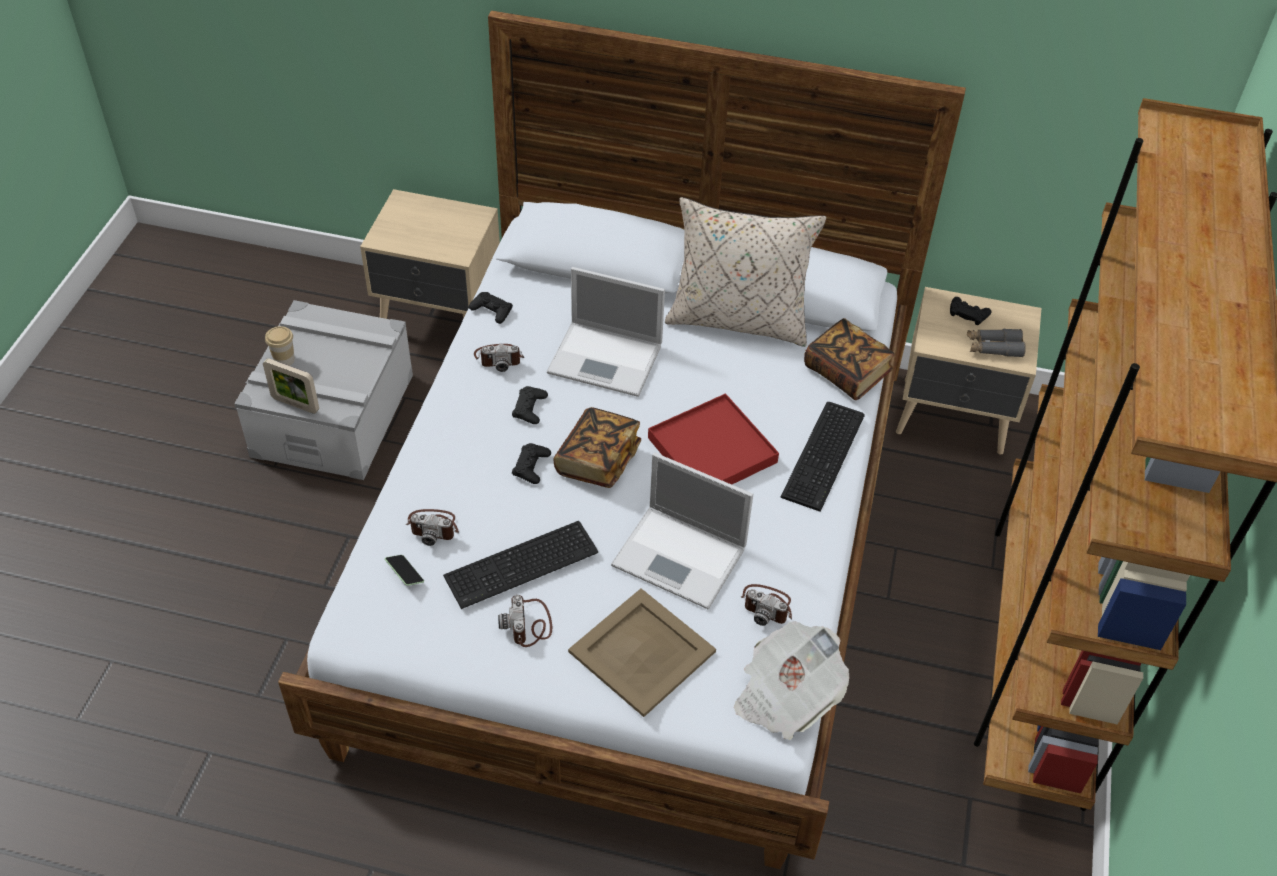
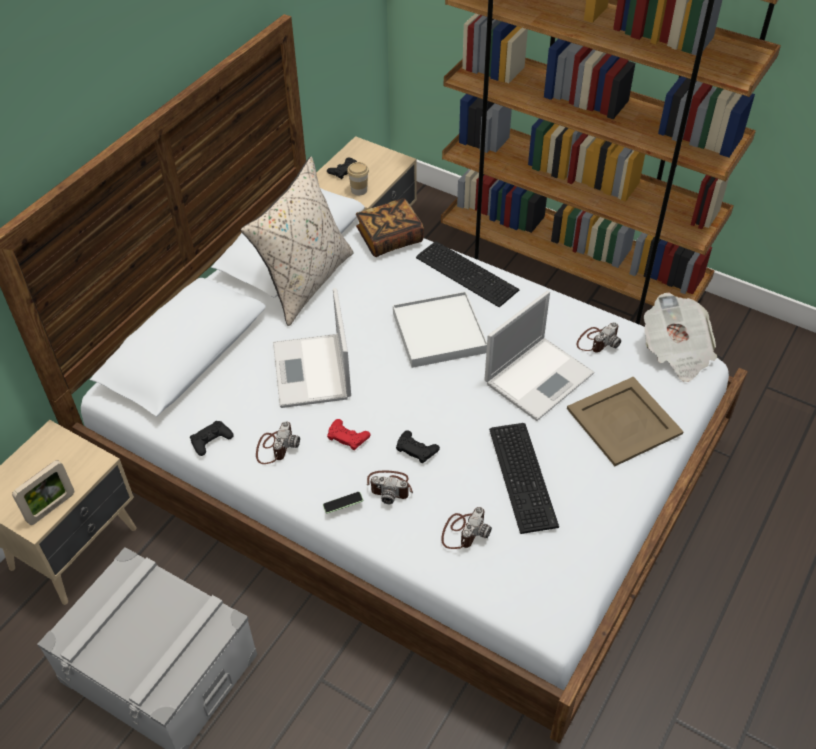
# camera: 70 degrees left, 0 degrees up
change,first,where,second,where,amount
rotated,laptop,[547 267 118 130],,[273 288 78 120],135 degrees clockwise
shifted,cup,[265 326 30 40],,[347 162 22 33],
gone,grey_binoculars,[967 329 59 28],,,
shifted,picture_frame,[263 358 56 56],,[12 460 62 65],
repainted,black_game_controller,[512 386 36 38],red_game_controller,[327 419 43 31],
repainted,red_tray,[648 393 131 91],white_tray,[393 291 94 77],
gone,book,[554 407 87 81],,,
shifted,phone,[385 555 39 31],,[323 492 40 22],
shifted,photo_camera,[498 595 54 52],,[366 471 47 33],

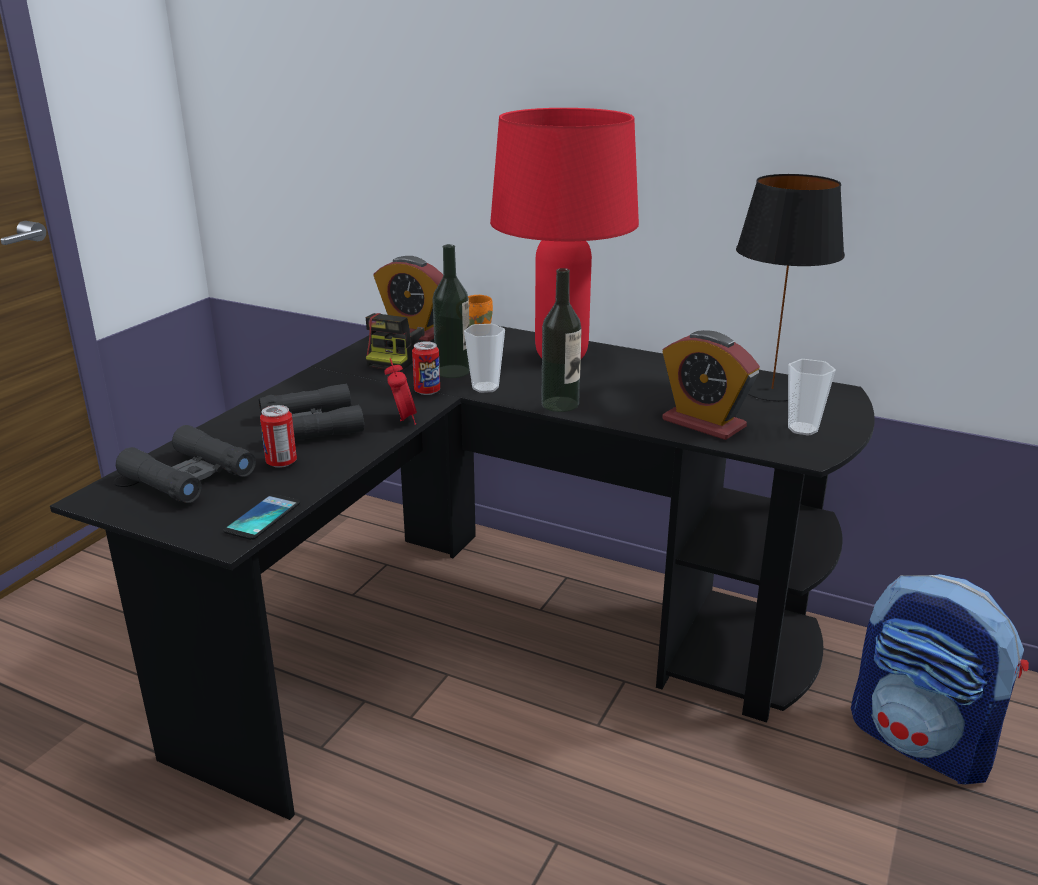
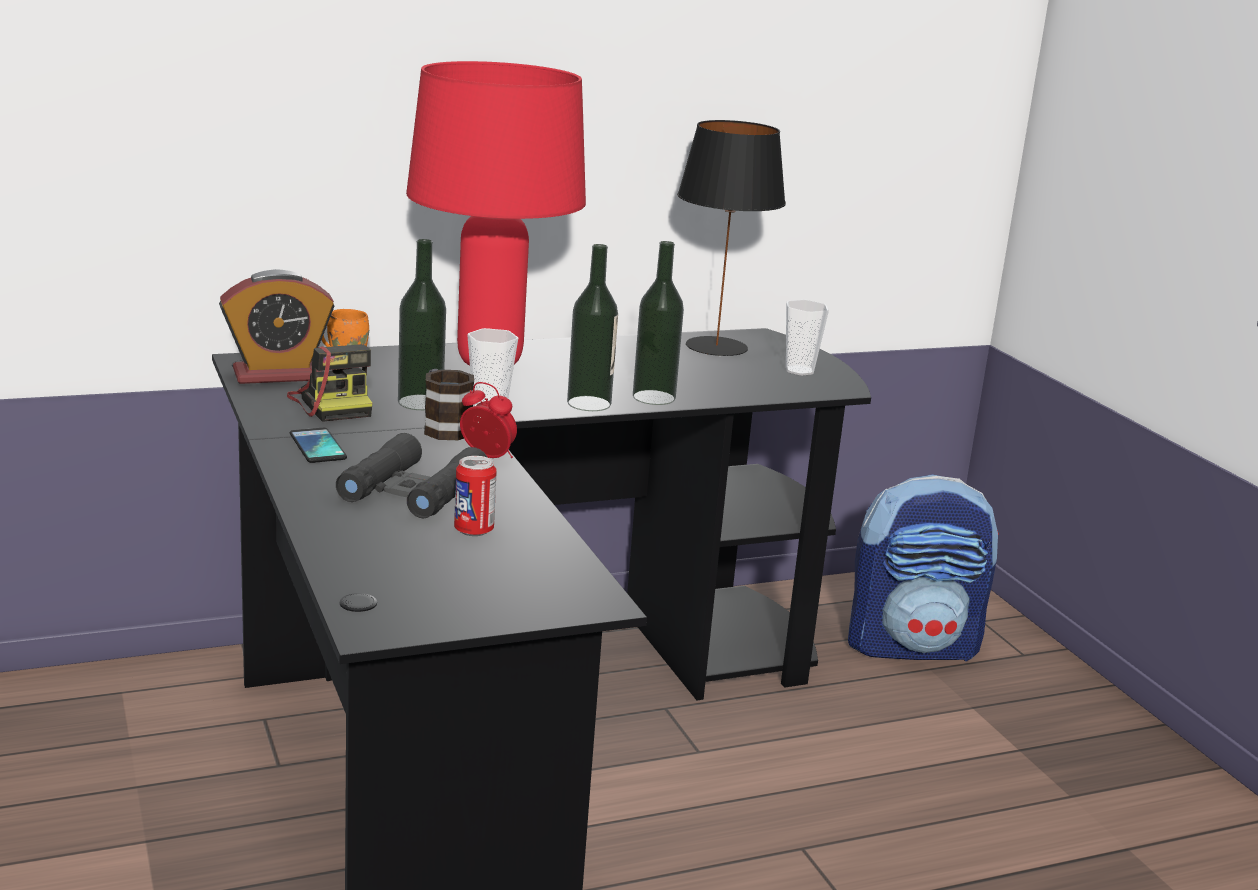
# camera: 50 degrees left, 5 degrees down
change,first,where,second,where,amount
gone,alarm_clock,[662 330 98 110],,,
swapped,can,[412 341 28 54],mug,[424 369 50 71],
gone,black_binoculars,[116 425 140 78],,,
shifted,phone,[223 494 77 46],,[290 428 57 35],
new,,,bottle,[633 241 51 164],

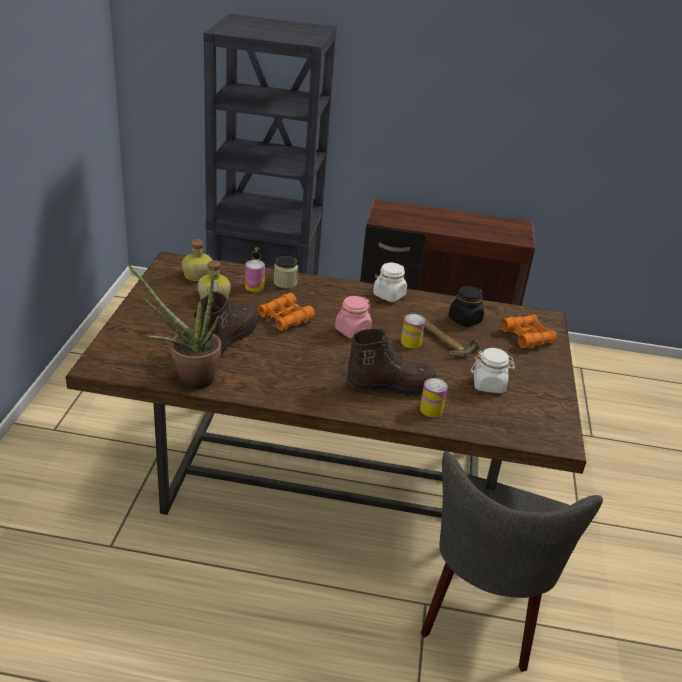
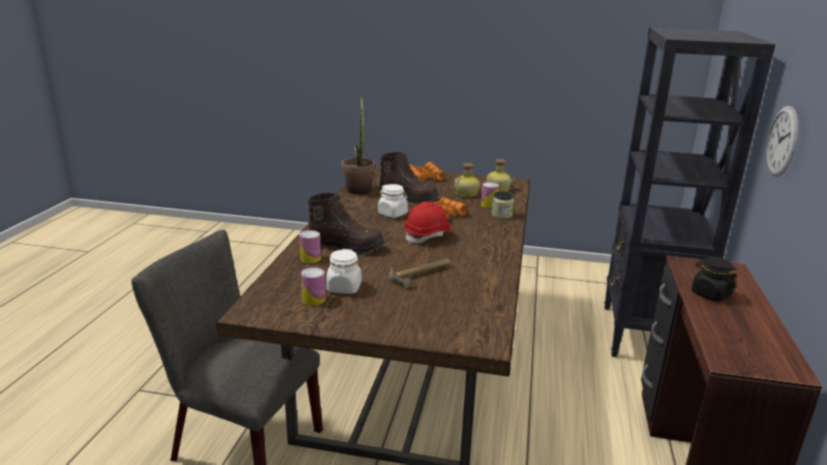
# camera: 95 degrees right, 10 degrees down
change,first,where,second,where,amount
shifted,white_jar,[373 263 34 39],,[378 184 30 34],
shifted,black_jar,[448 286 36 41],,[692 257 45 45],
swapped,pink_jar,[335 296 37 42],red_hard_hat,[404 202 49 42],
shifted,can,[401 314 24 34],,[301 267 25 39],
shifted,orange_binoculars,[500 314 57 34],,[409 162 36 19],
rotated,brown_boot,[346 329 91 68],,[308 193 76 61],75 degrees counterclockwise
new,,,wall_clock,[766 106 32 71],

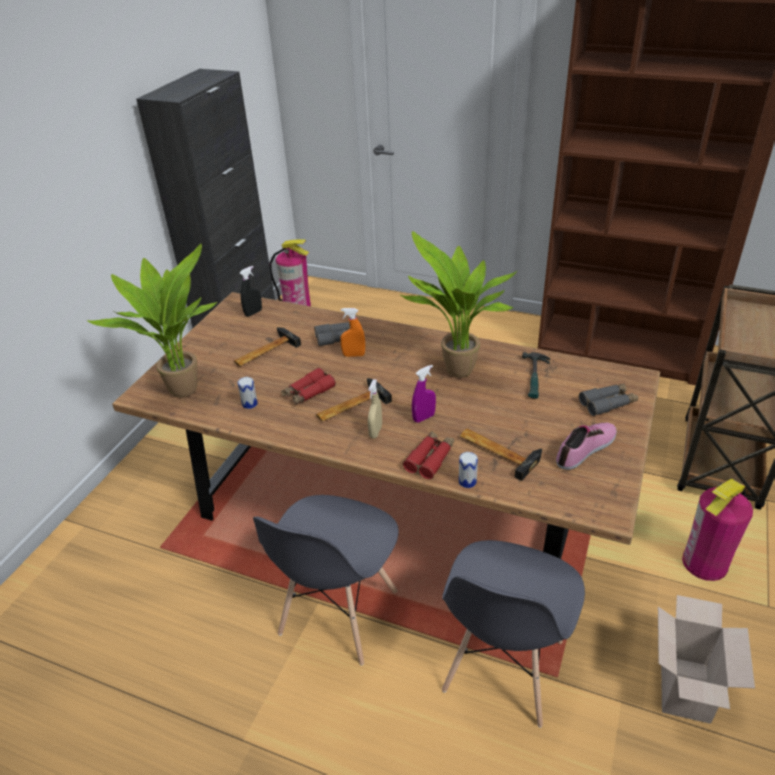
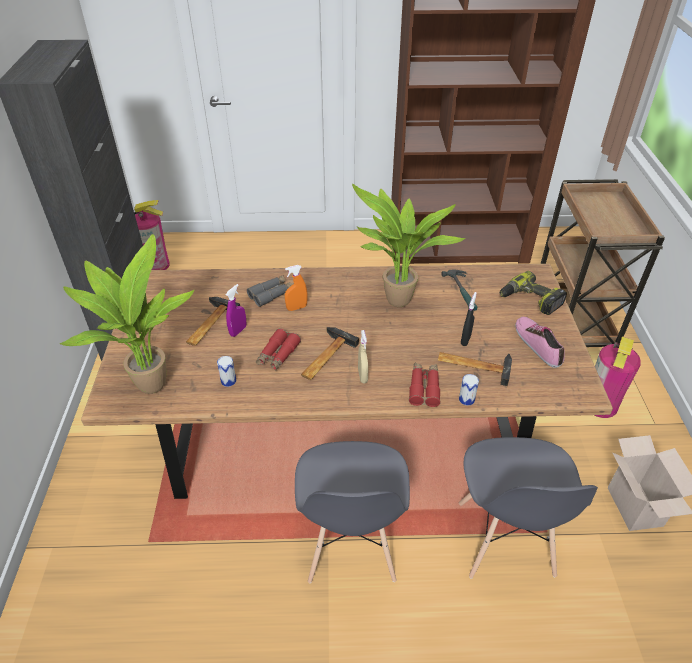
# camera: 25 degrees left, 5 degrees up
change,first,where,second,where,amount
shifted,black_spray_bottle,[239 266 23 51],,[461 292 16 54],
shifted,purple_spray_bottle,[412 365 24 58],,[226 284 20 53],
swapped,grey_binoculars,[579 383 59 33],power_drill,[500 271 67 44],
rotated,shoe,[556 423 61 47],,[515 317 50 51],45 degrees counterclockwise

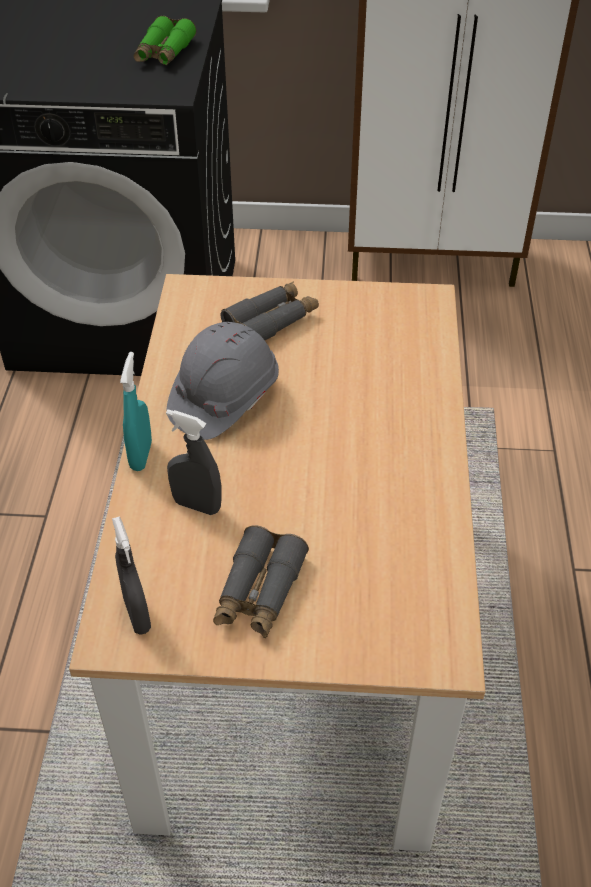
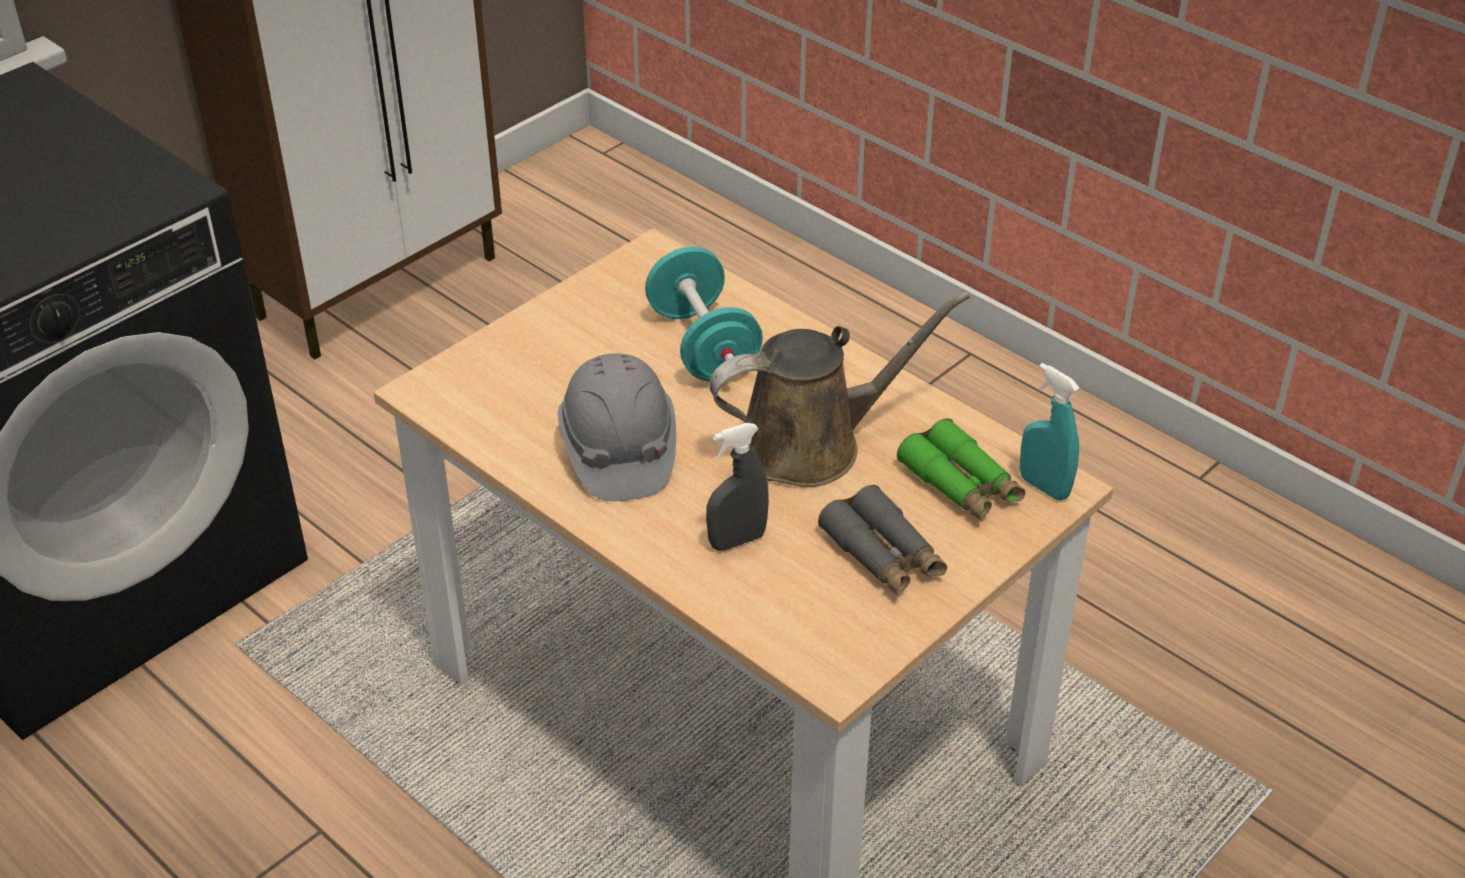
# camera: 50 degrees left, 5 degrees down
change,first,where,second,where,amount
shifted,green_binoculars,[134 15 63 50],,[897 418 129 103],
gone,grey_binoculars,[221 281 98 59],,,
shifted,turquoise_spray_bottle,[120 352 32 119],,[1020 363 60 137],
gone,grey_spray_bottle,[112 516 39 119],,,
new,,,turquoise_dumbbell,[645 247 118 134],
new,,,brown_watering_can,[709 292 261 195],

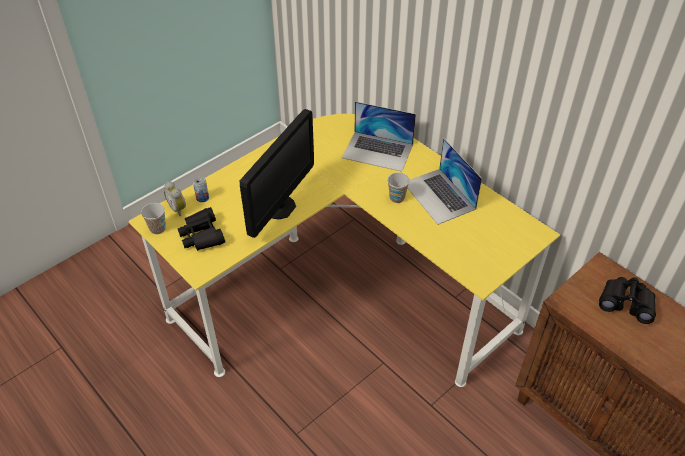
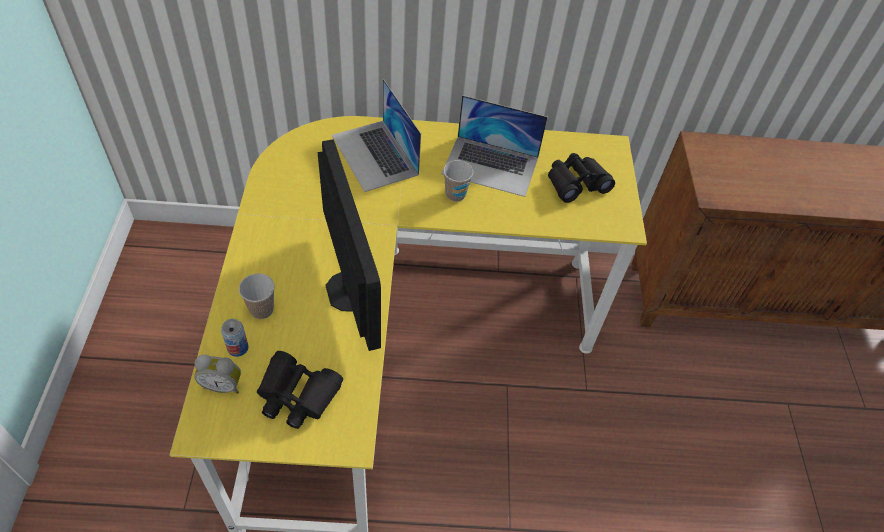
# camera: 50 degrees left, 5 degrees up
change,first,where,second,where,amount
rotated,laptop,[342 102 74 70],,[332 79 89 113],90 degrees clockwise
shifted,cup,[141 203 25 31],,[239 273 36 46],
shifted,black_binoculars,[599 277 57 47],,[548 153 67 50],

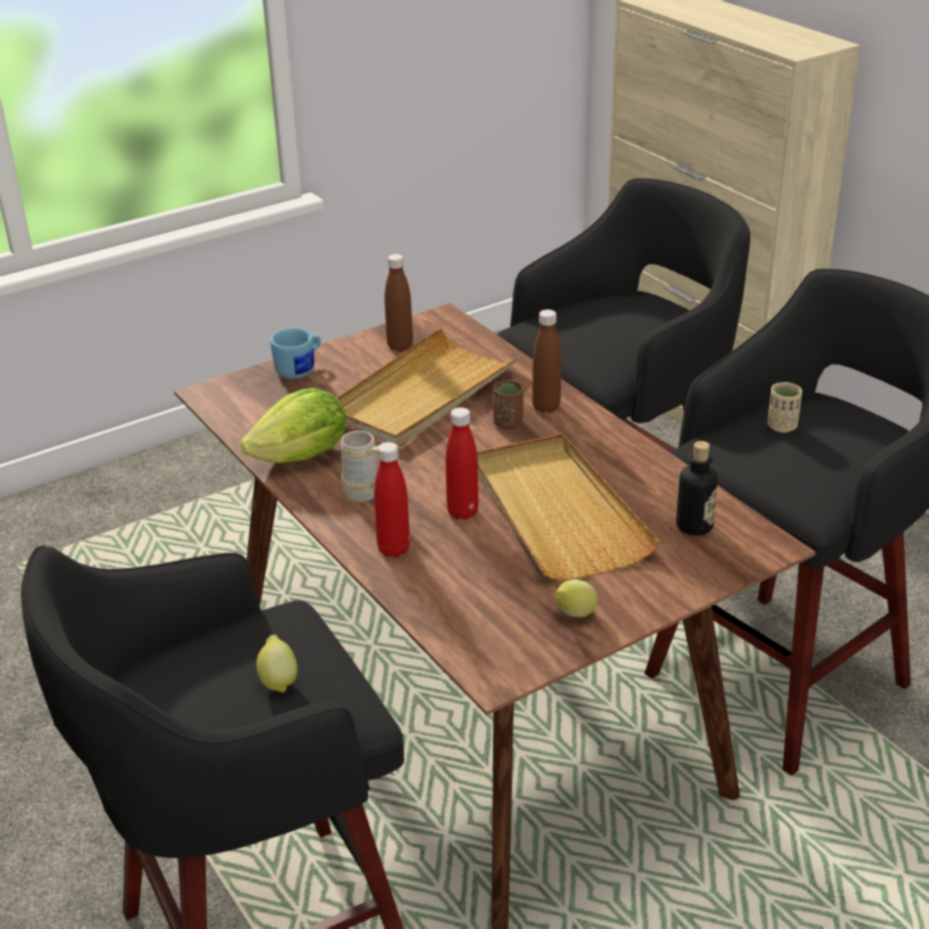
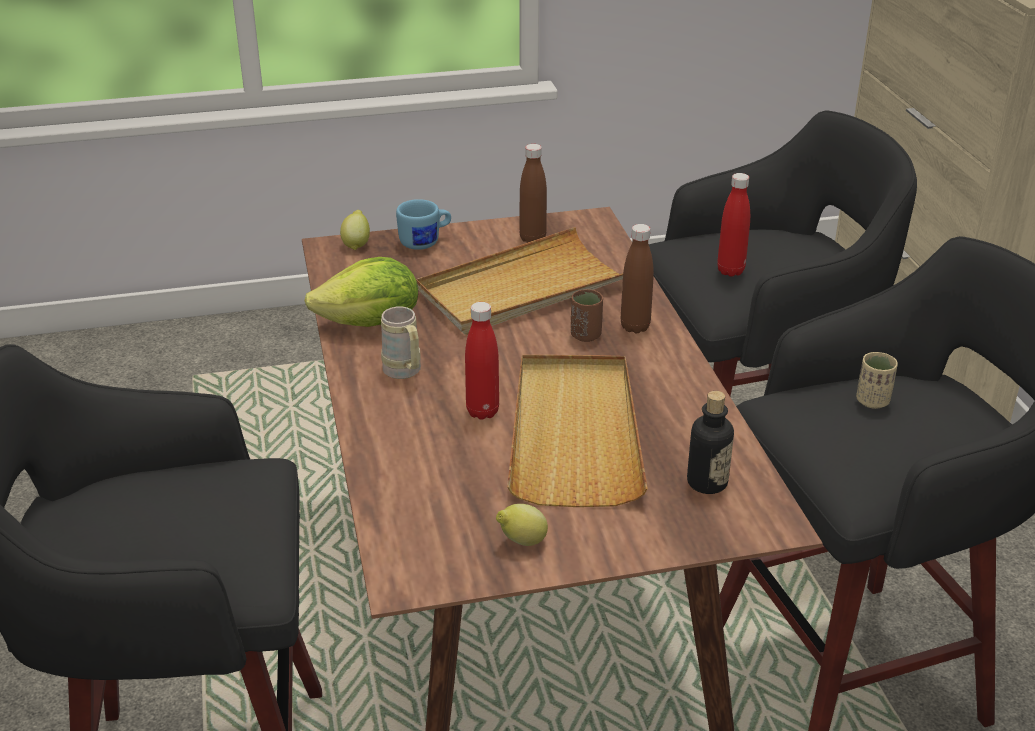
# camera: 20 degrees right, 0 degrees up
change,first,where,second,where,amount
shifted,red_bottle,[374 442 36 115],,[717 173 33 104],
shifted,lemon,[257 635 40 58],,[340 210 30 40],

